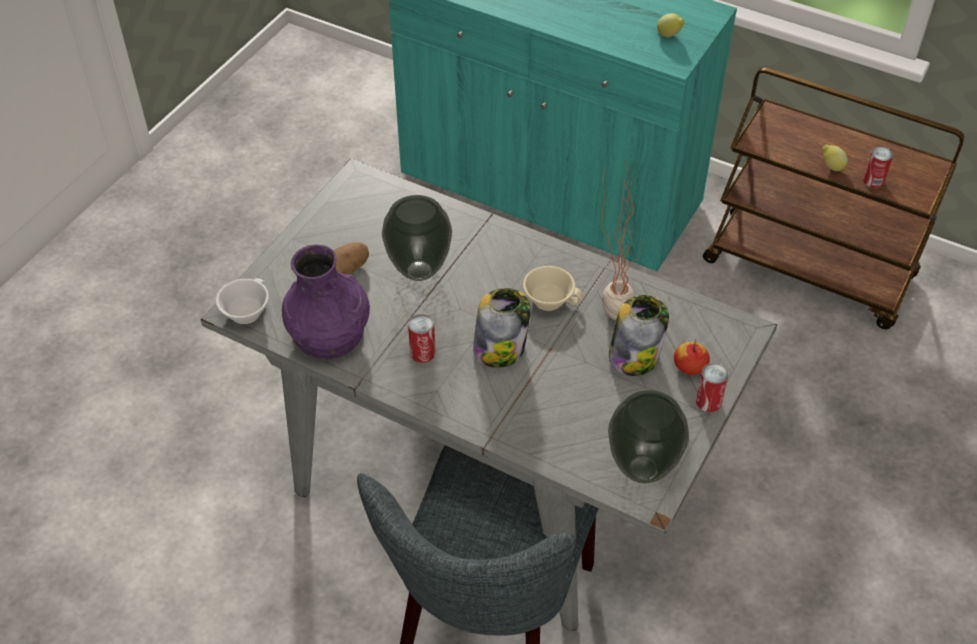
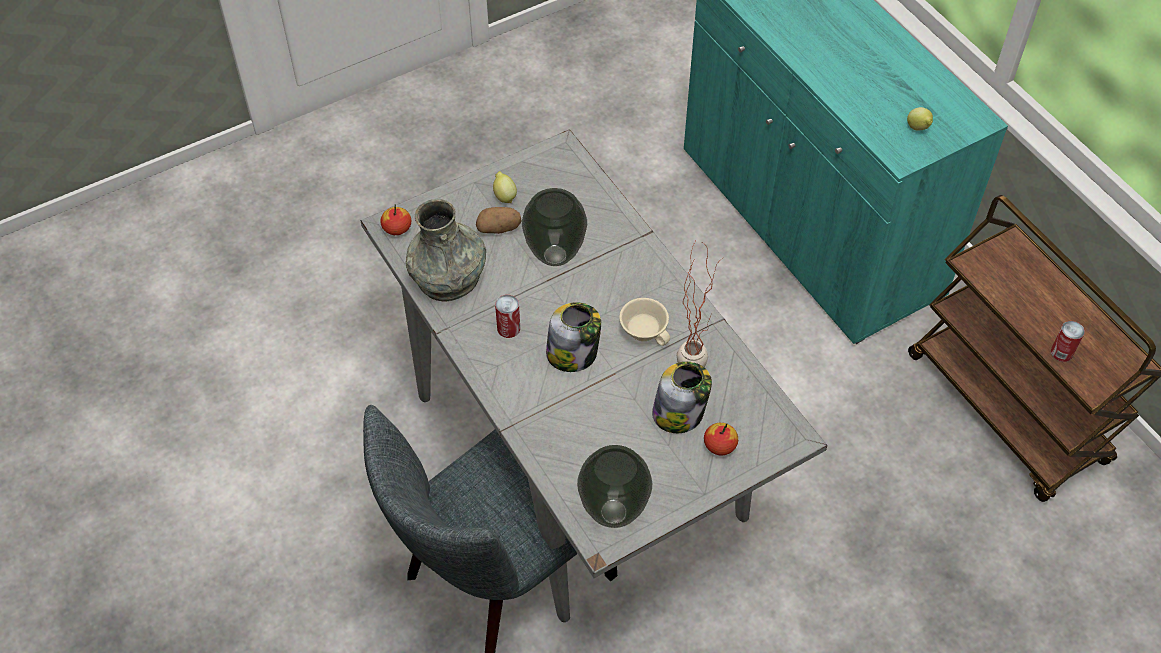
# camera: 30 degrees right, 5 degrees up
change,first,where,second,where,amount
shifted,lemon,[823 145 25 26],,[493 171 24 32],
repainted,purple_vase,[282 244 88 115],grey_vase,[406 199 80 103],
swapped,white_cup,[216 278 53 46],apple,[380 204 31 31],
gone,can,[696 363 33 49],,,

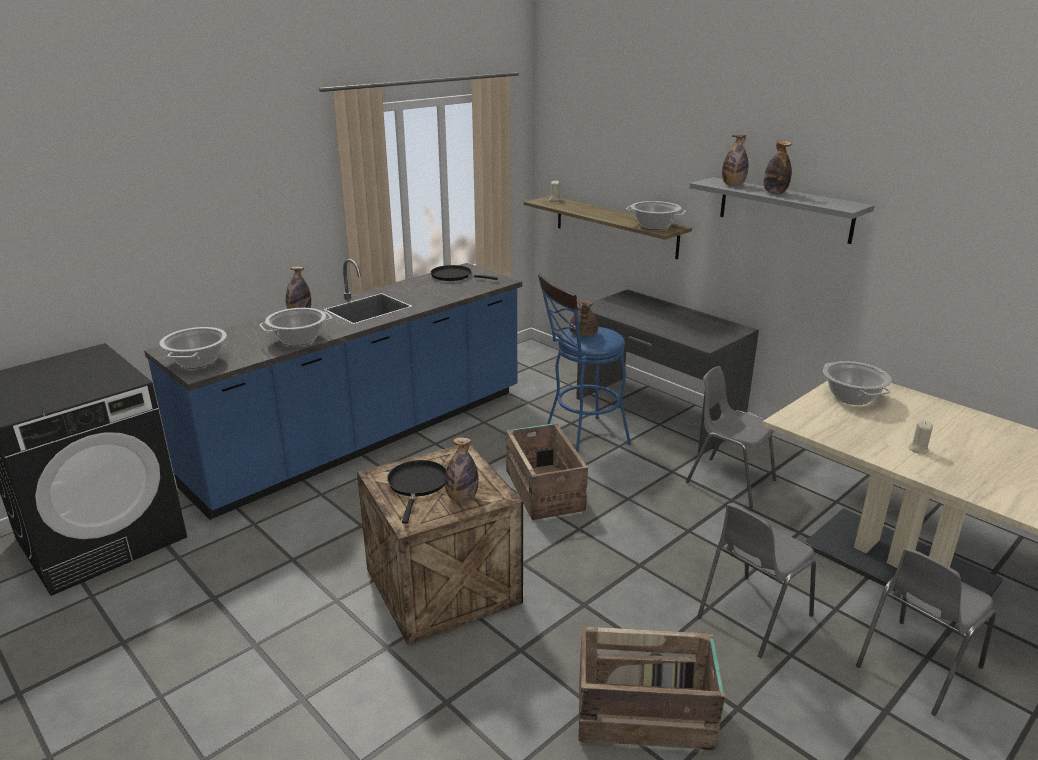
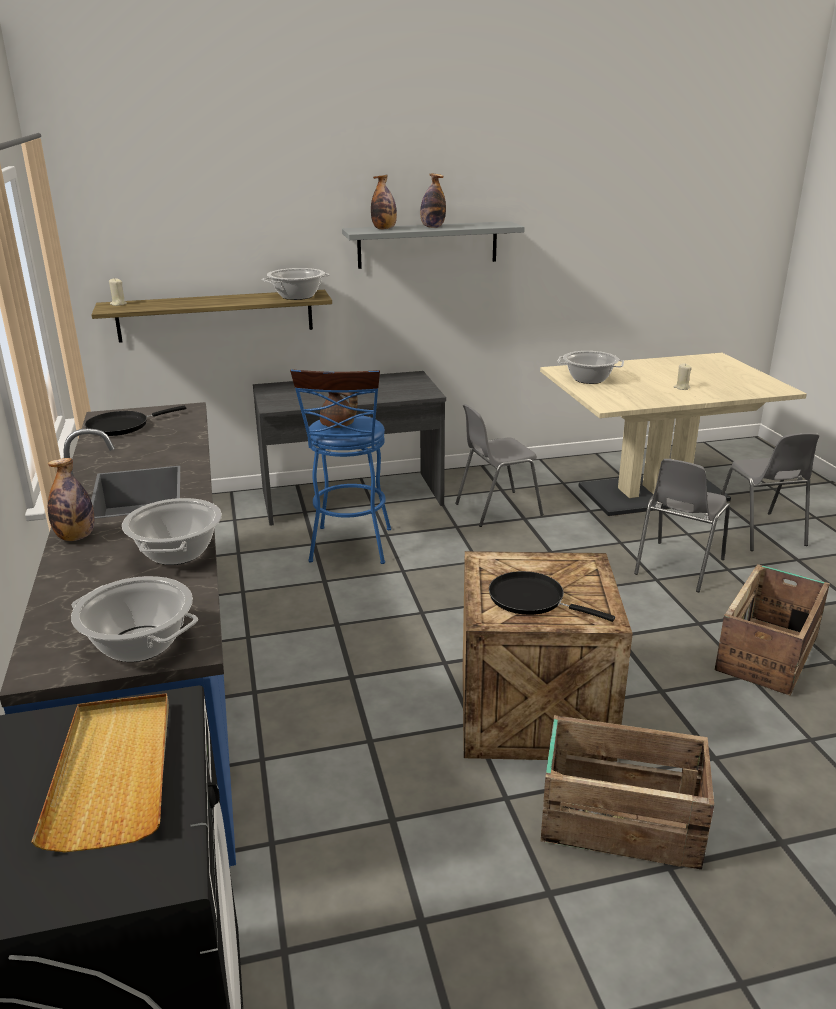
# camera: 60 degrees left, 0 degrees up
change,first,where,second,where,amount
shifted,crate,[506 423 82 97],,[541 715 173 155],
gone,bottle,[445 437 34 65],,,
rotated,grey_chair,[697 503 119 155],,[634 459 96 133],45 degrees clockwise
new,,,beige_tray,[31 693 138 159],

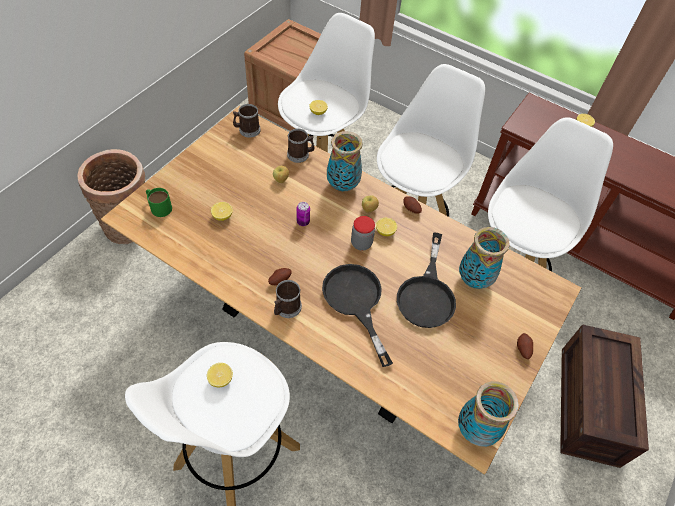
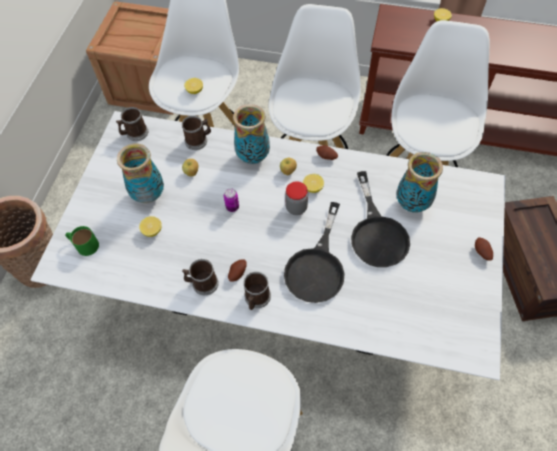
# camera: 15 degrees left, 5 degrees up
change,first,where,second,where,amount
repainted,brown_dining_table,[101 106 480 369],white_dining_table,[31 111 474 269],
rotated,black_frying_pan,[322 264 71 103],,[284 202 60 101],120 degrees counterclockwise
gone,lemon,[207 363 26 24],,,
shifted,vase,[458 381 61 66],,[117 143 47 60],
new,,,mug,[182 259 36 36],

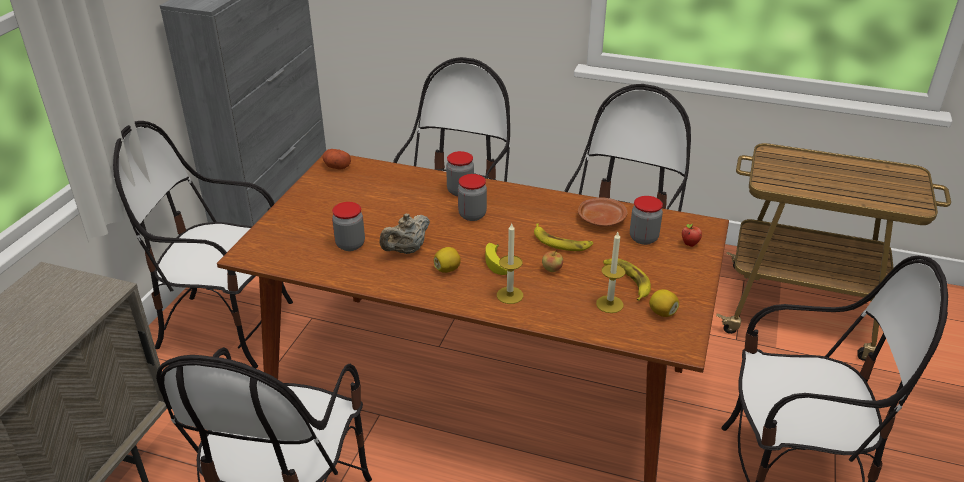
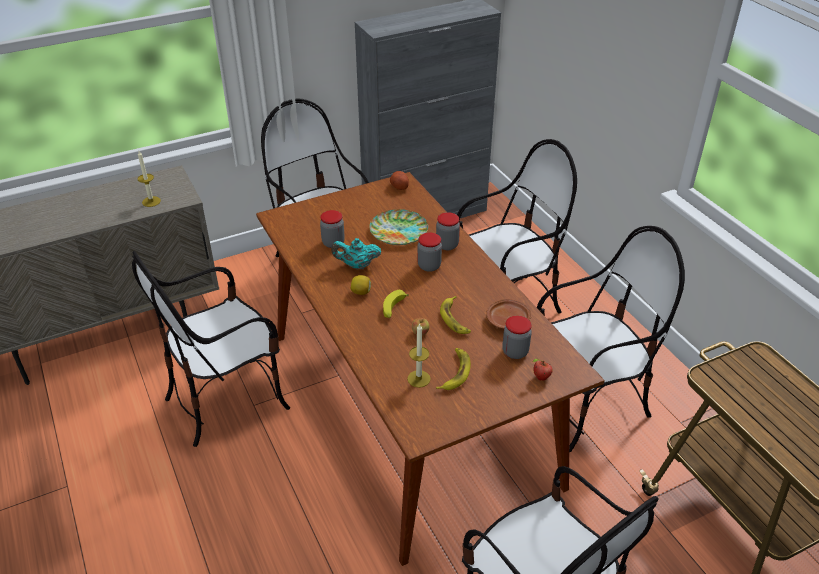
# camera: 45 degrees right, 5 degrees up
change,first,where,second,where,amount
repainted,beige_teapot,[379 214 51 40],turquoise_teapot,[331 238 51 31],
shifted,candle,[497 224 26 80],,[138 151 23 56],
gone,lemon,[649 289 30 28],,,
new,,,plate,[369 209 59 36],

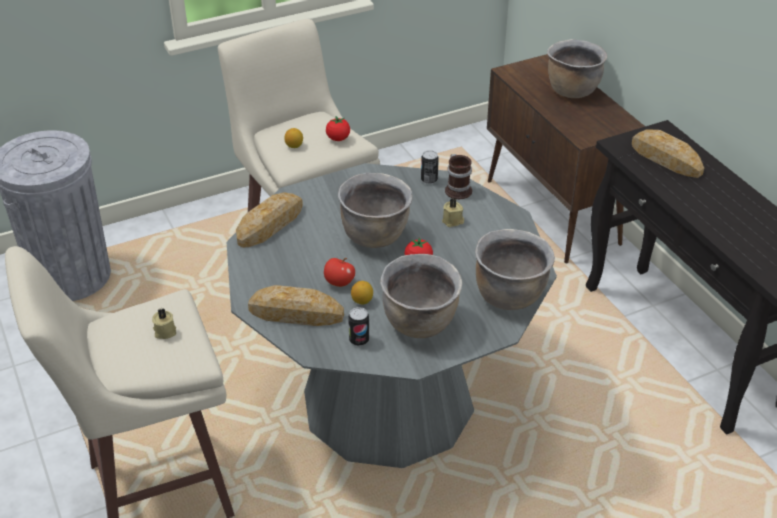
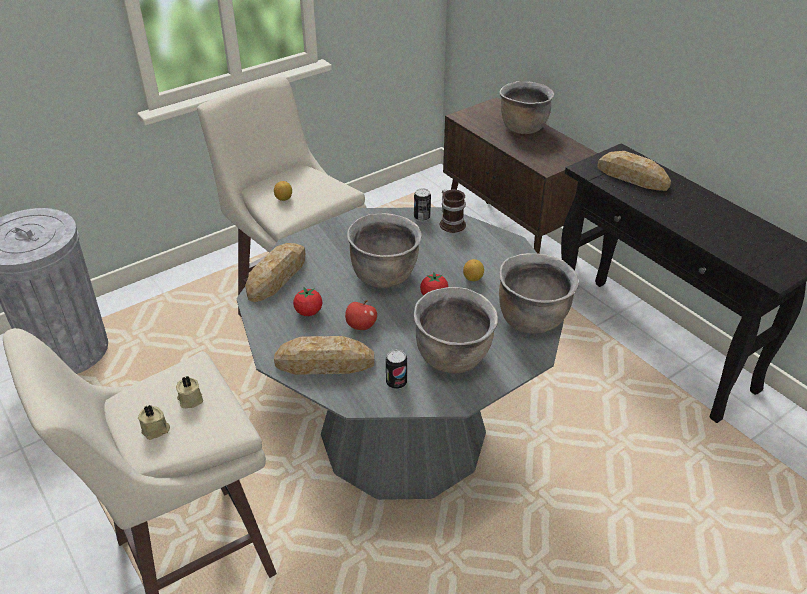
# camera: 10 degrees left, 0 degrees up
change,first,where,second,where,amount
shifted,tomato,[326 116 24 25],,[293 287 29 29],
shifted,beige_candle,[442 198 22 29],,[138 405 32 35],
shifted,lemon,[351 281 22 24],,[463 259 21 22],

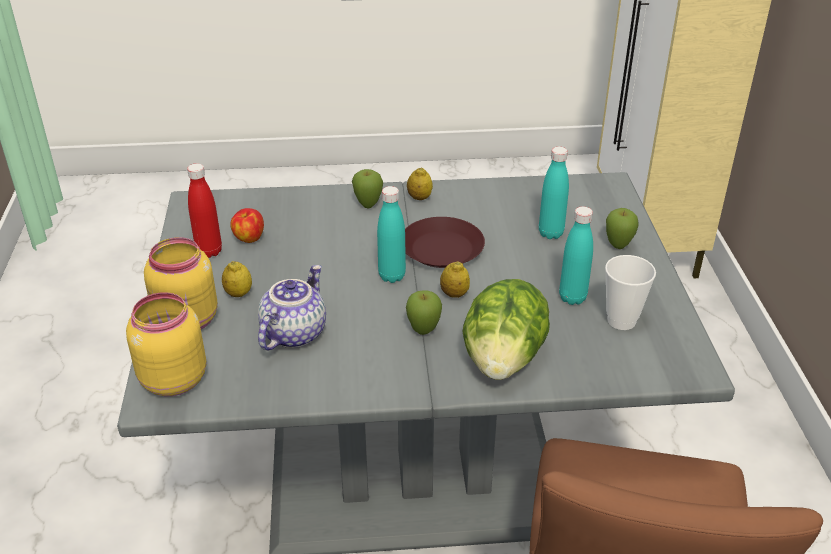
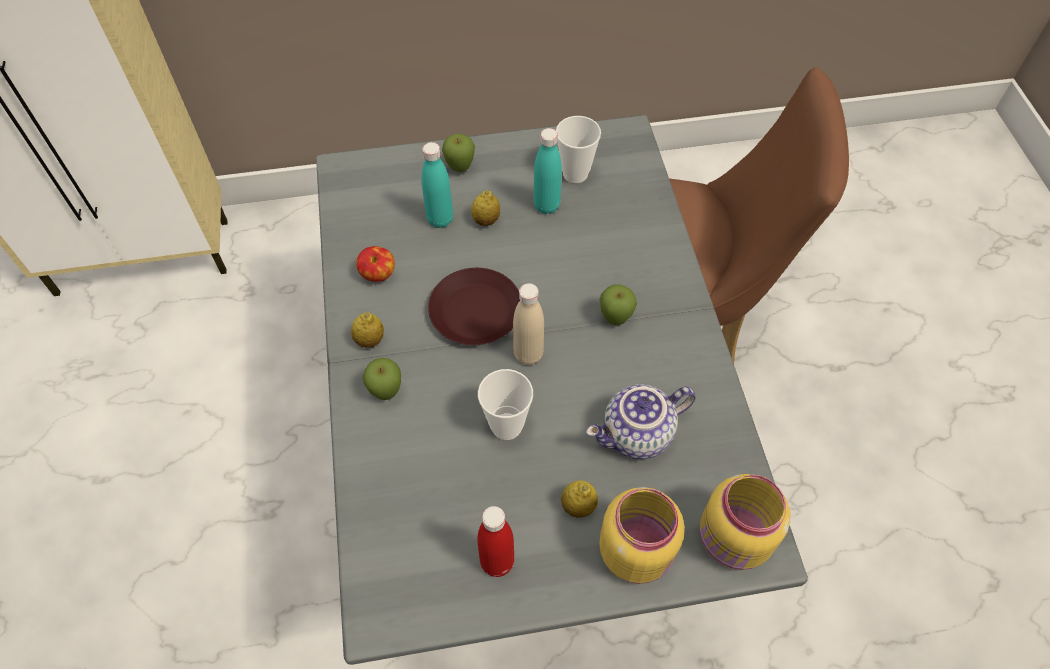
# camera: 95 degrees left, 20 degrees up
change,first,where,second,where,amount
repainted,turquoise_bottle,[377 186 29 97],beige_bottle,[513 283 31 82],
shifted,apple,[230 208 34 35],,[356 246 39 36],
shifted,lemon,[440 261 30 37],,[471 190 29 36],
rotated,teapot,[258 265 68 85],,[586 384 110 75],45 degrees counterclockwise
gone,lettuce,[463 279 87 101],,,
new,,,cup,[478 369 55 71],

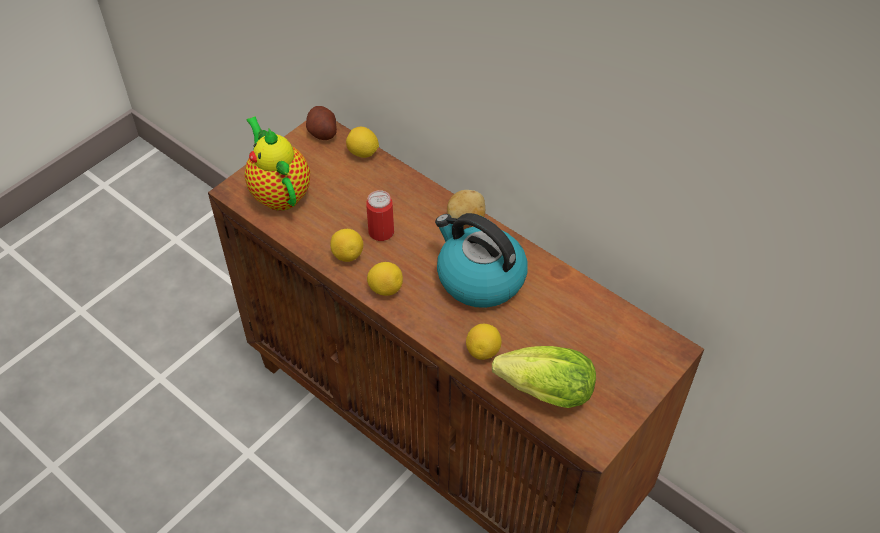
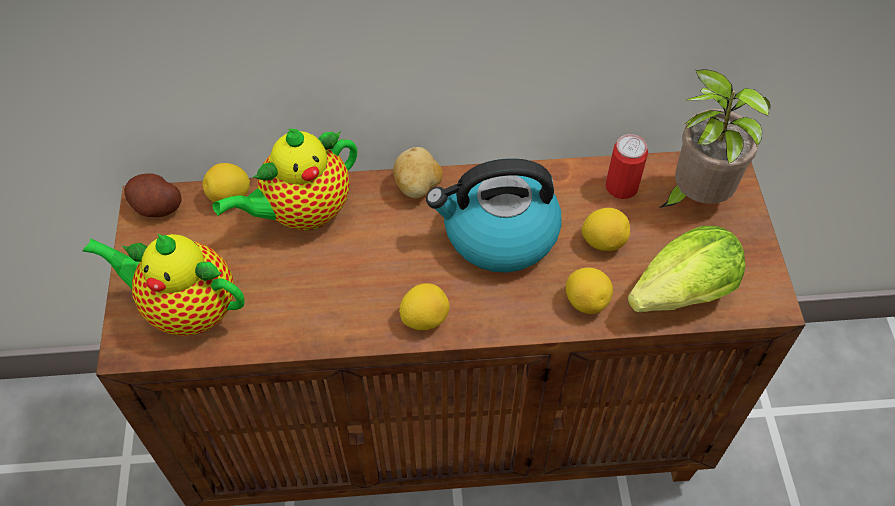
# camera: 45 degrees left, 5 degrees up
change,first,where,second,where,amount
shifted,can,[366 190 28 51],,[605 134 43 65],
shifted,lemon,[330 229 33 33],,[581 208 49 43],
new,,,potted_plant,[659 69 112 139],
new,,,teapot,[212 129 145 102],

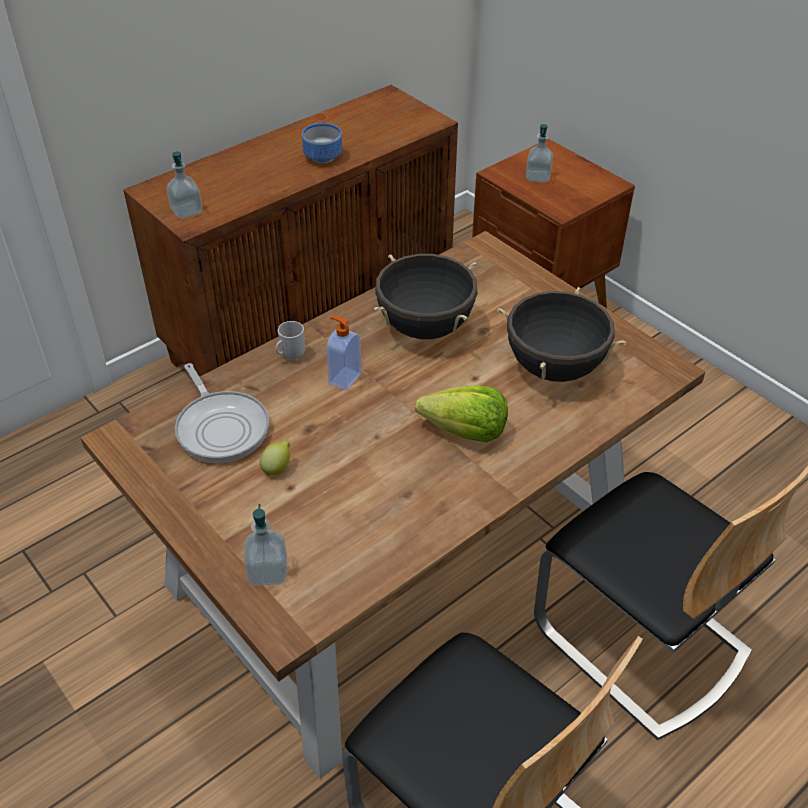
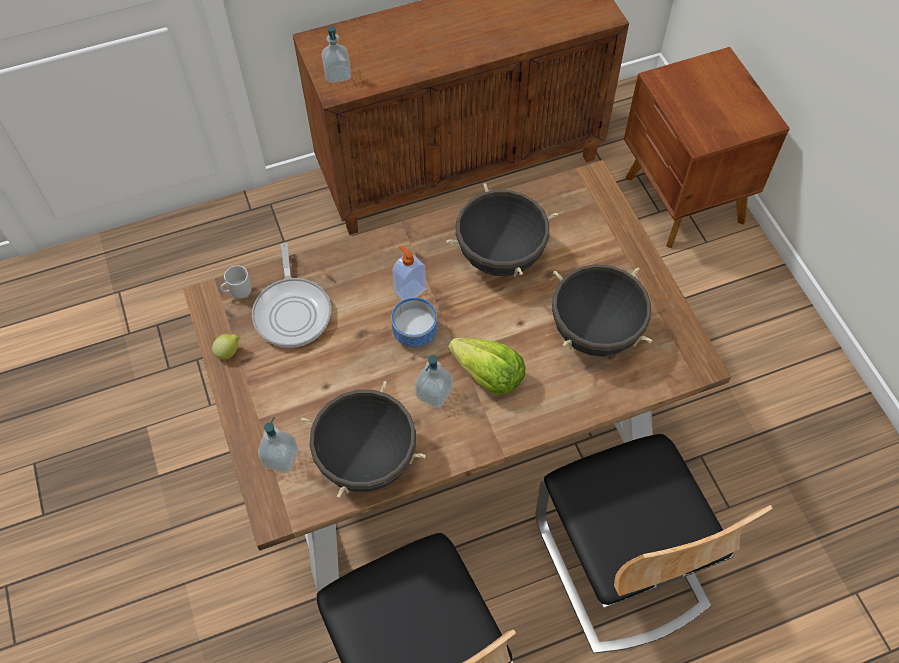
# camera: 20 degrees right, 15 degrees up
change,first,where,second,where,amount
shifted,bowl,[302 123 40 41],,[391 297 47 50],
shifted,soap_dispenser,[526 124 27 59],,[415 355 38 53],
shifted,mug,[275 321 30 39],,[220 266 32 33],
shifted,lemon,[260 441 30 35],,[212 334 27 25],
new,,,black_cooking_pot,[301 381 125 117],

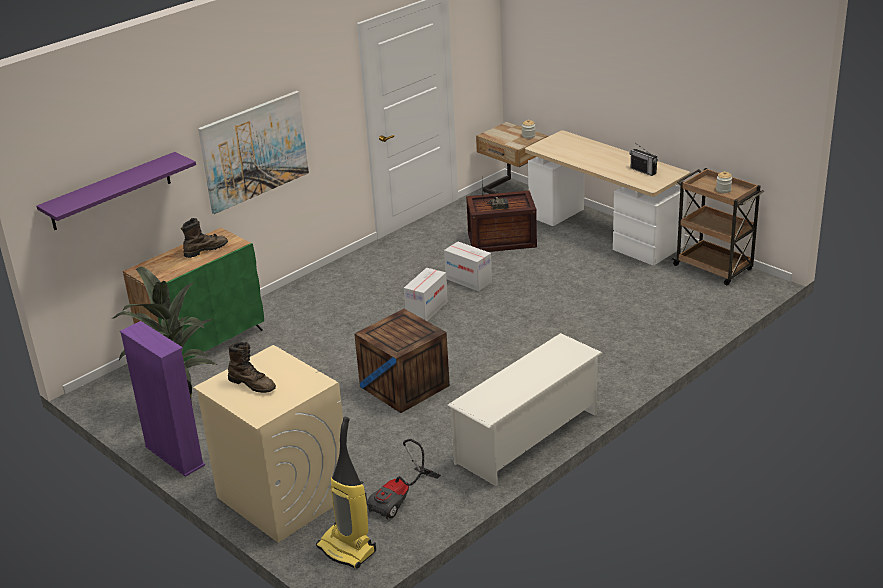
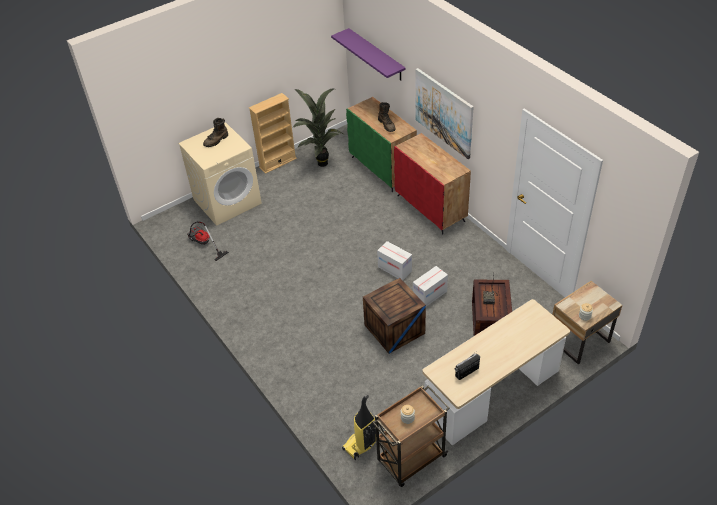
# camera: 100 degrees right, 15 degrees up
change,first,where,second,where,amount
shifted,crate,[354 309 96 104],,[363 278 63 76],
repainted,purple_bookcase,[120 321 85 156],beige_bookcase,[249 93 48 81],
gone,white_shoe_rack,[447 333 155 153],,,
shifted,vacuum_cleaner,[316 417 60 152],,[342 395 38 65],
new,,,red_cabinet,[394 133 77 102],

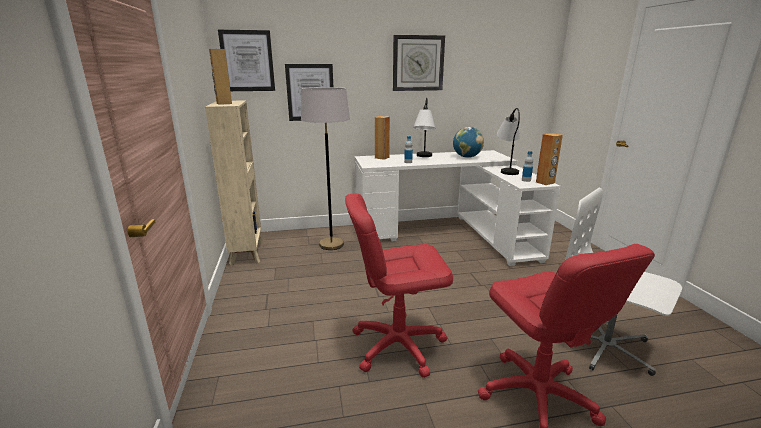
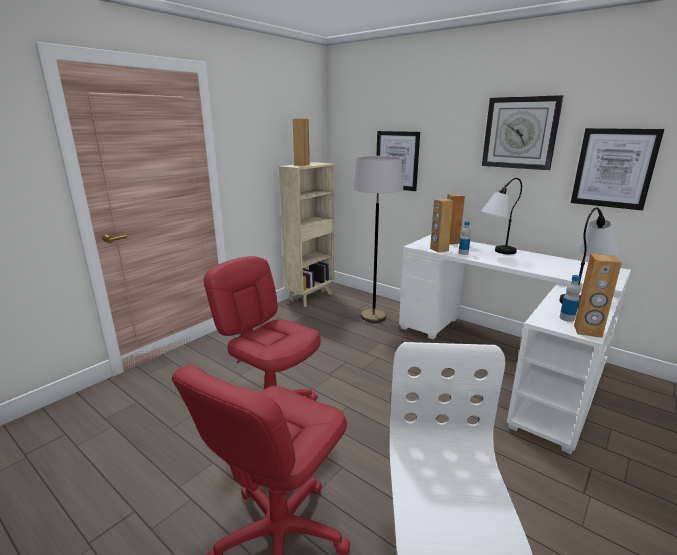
# camera: 50 degrees right, 0 degrees up
change,first,where,second,where,amount
shifted,picture,[218 30 57 61],,[571 128 93 83],
gone,globe,[453 127 31 31],,,
new,,,brown_speaker,[430 198 23 54],

